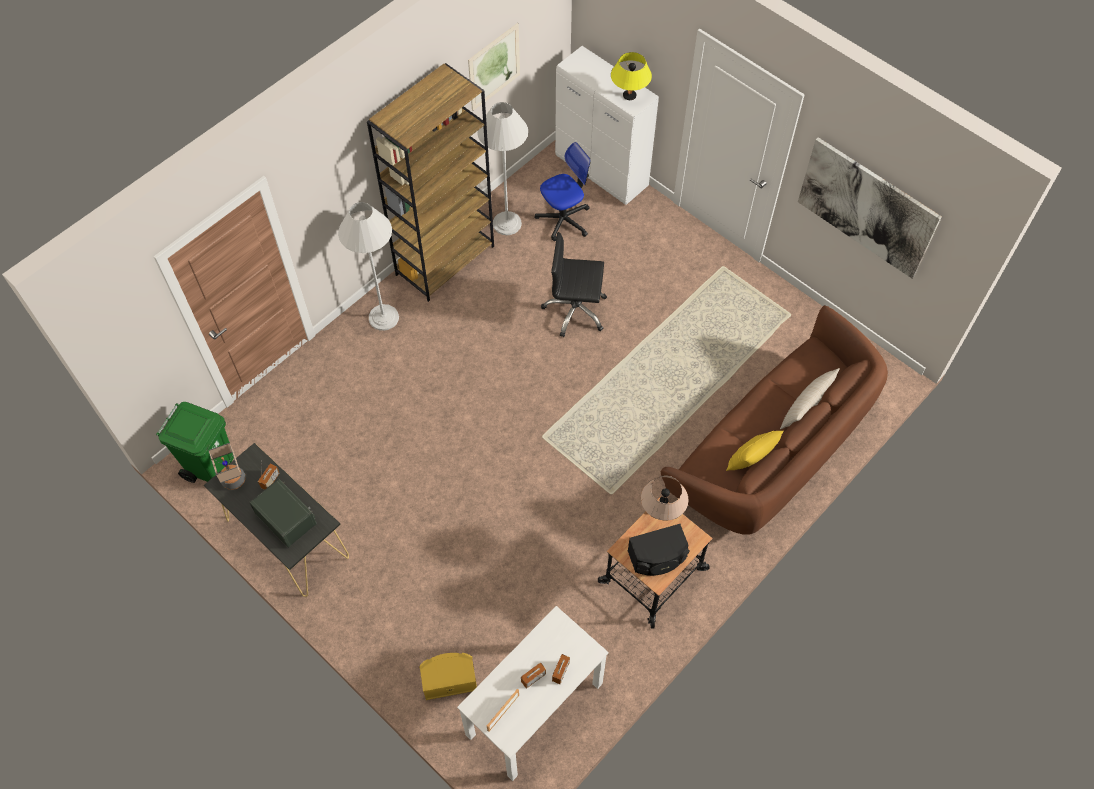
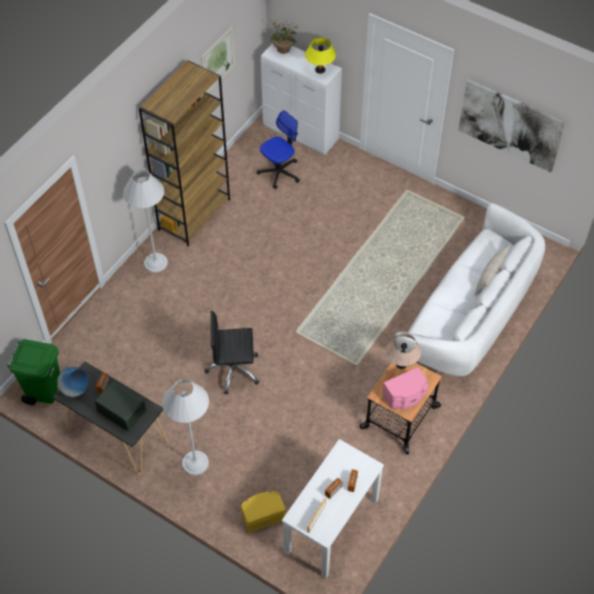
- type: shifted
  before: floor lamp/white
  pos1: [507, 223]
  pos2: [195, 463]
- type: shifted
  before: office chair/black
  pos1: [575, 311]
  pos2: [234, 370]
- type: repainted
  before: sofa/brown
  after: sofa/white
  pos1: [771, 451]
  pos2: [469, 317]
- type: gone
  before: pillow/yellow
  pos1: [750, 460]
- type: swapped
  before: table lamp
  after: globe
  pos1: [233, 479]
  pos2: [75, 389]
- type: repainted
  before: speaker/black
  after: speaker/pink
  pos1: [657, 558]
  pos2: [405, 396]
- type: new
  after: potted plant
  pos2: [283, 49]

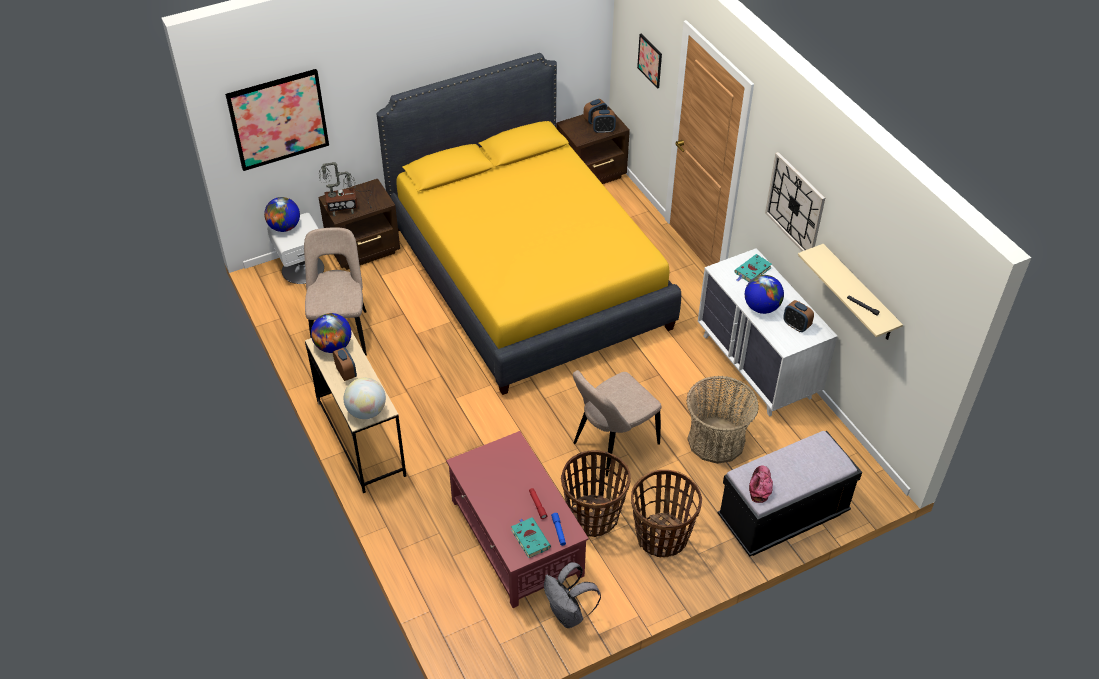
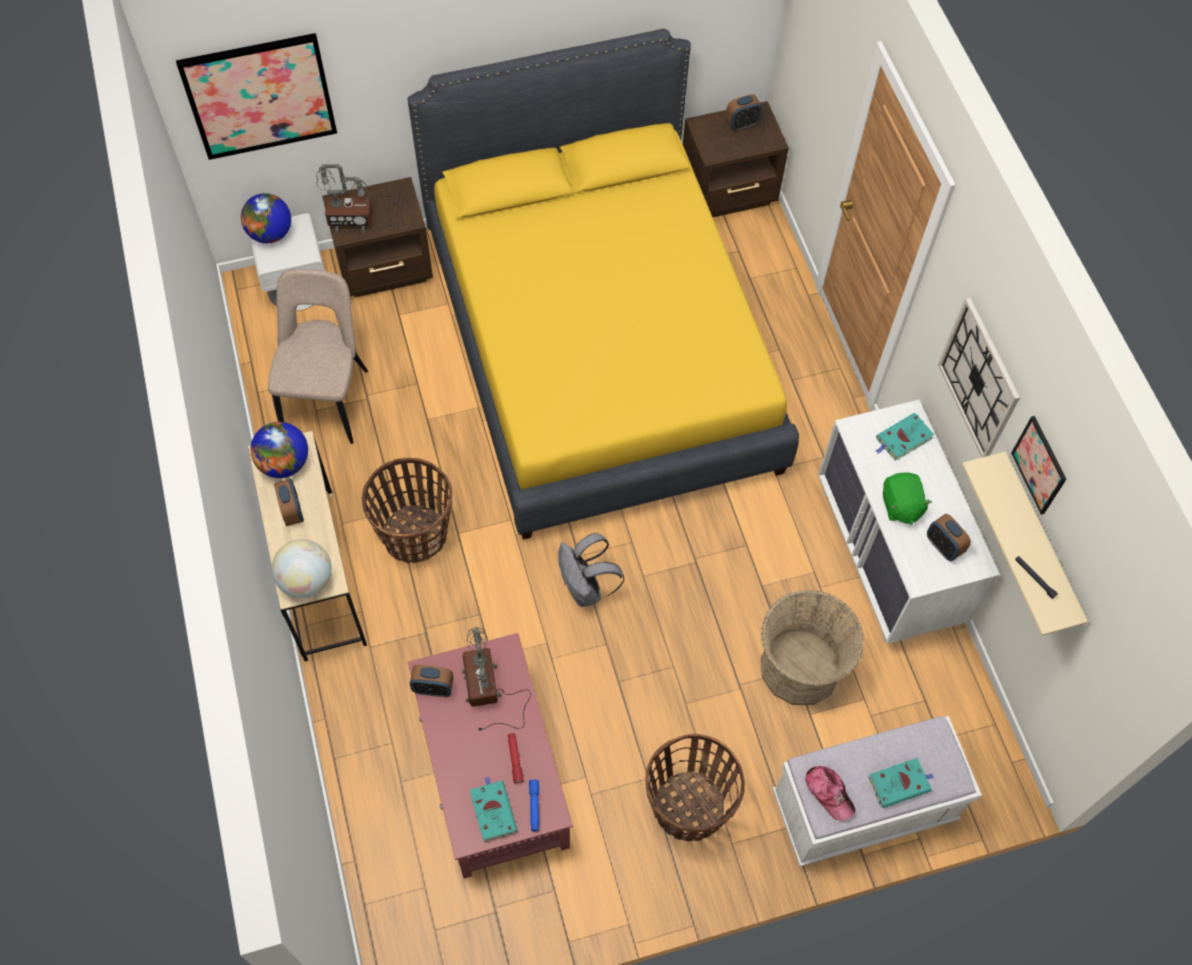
- type: shifted
  before: picture
  pos1: [650, 60]
  pos2: [1039, 465]
- type: shifted
  before: alarm clock
  pos1: [603, 130]
  pos2: [433, 688]
- type: swapped
  before: globe
  after: plush toy/green
  pos1: [761, 307]
  pos2: [900, 506]
- type: gone
  before: chair/beige
  pos1: [612, 445]
- type: repainted
  before: bench/black
  after: bench/white
  pos1: [783, 516]
  pos2: [863, 807]
- type: shifted
  before: basket
  pos1: [593, 516]
  pos2: [415, 534]
- type: rotated
  before: cap
  pos1: [760, 486]
  pos2: [829, 793]
  turn: 120
- type: shifted
  before: backpack/grey
  pos1: [569, 614]
  pos2: [586, 589]
- type: new
  after: table lamp
  pos2: [488, 690]
- type: new
  after: book/turquoise
  pos2: [900, 783]

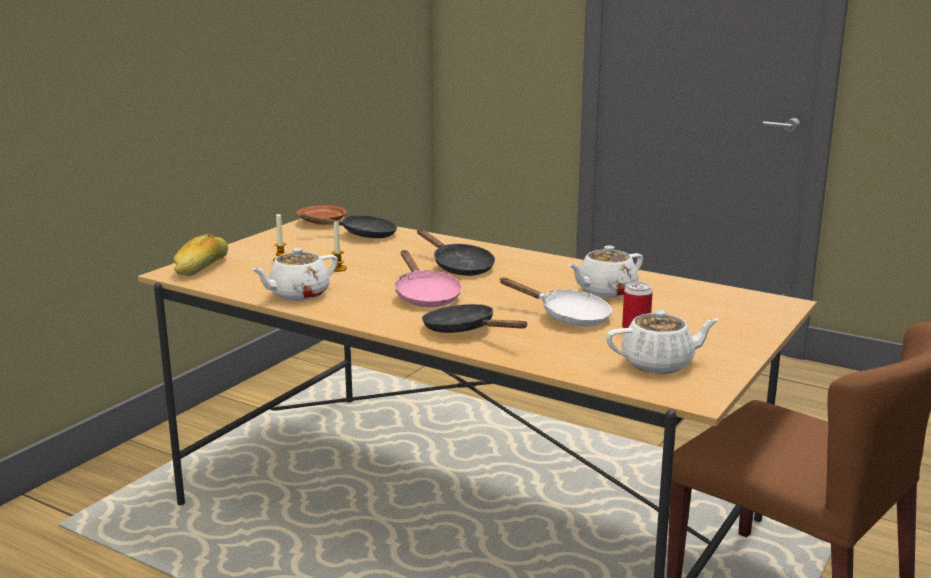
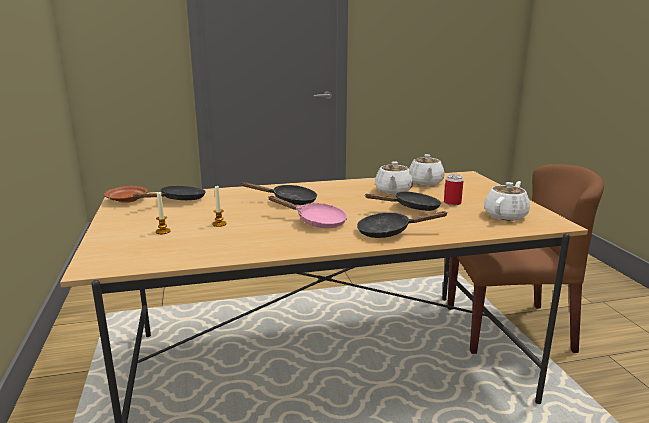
- type: gone
  before: bread
  pos1: [202, 267]
- type: shifted
  before: teapot/white
  pos1: [298, 294]
  pos2: [425, 182]
- type: repainted
  before: frying pan/white
  after: frying pan/black
  pos1: [567, 316]
  pos2: [412, 208]

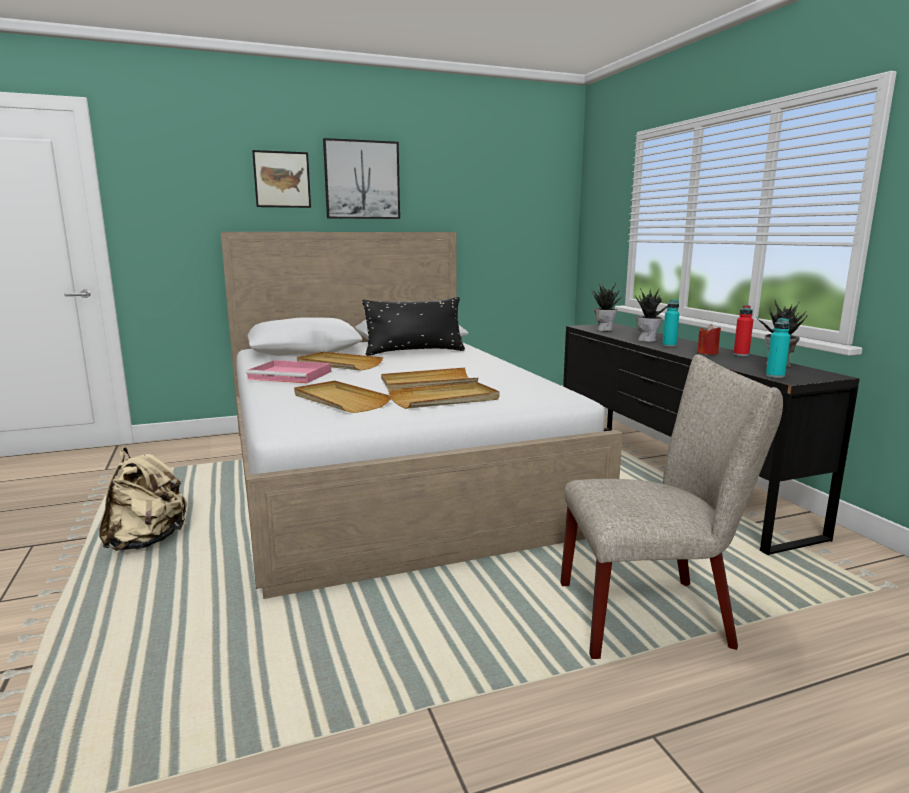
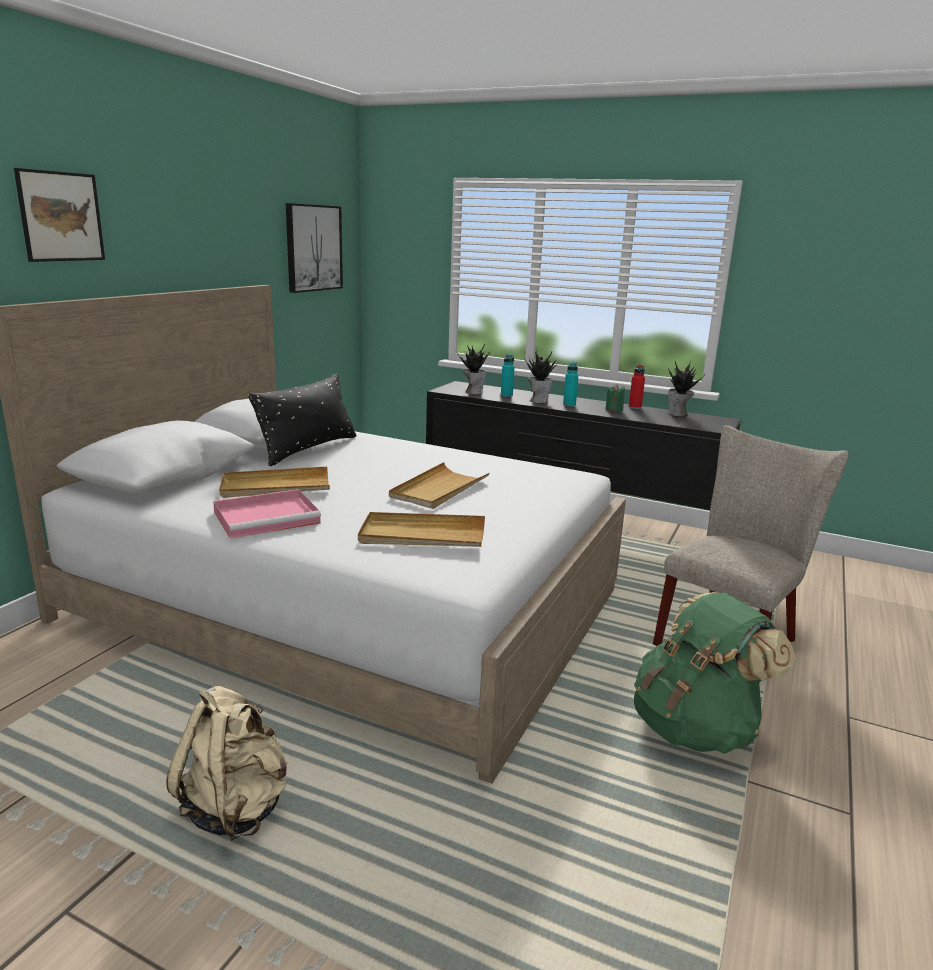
- type: shifted
  before: picture
  pos1: [362, 180]
  pos2: [313, 248]
- type: shifted
  before: bottle/turquoise
  pos1: [775, 376]
  pos2: [506, 395]
- type: repainted
  before: candle/red
  after: candle/green
  pos1: [707, 353]
  pos2: [614, 410]
- type: gone
  before: tray/beige
  pos1: [445, 399]
- type: new
  after: backpack/green
  pos2: [695, 728]

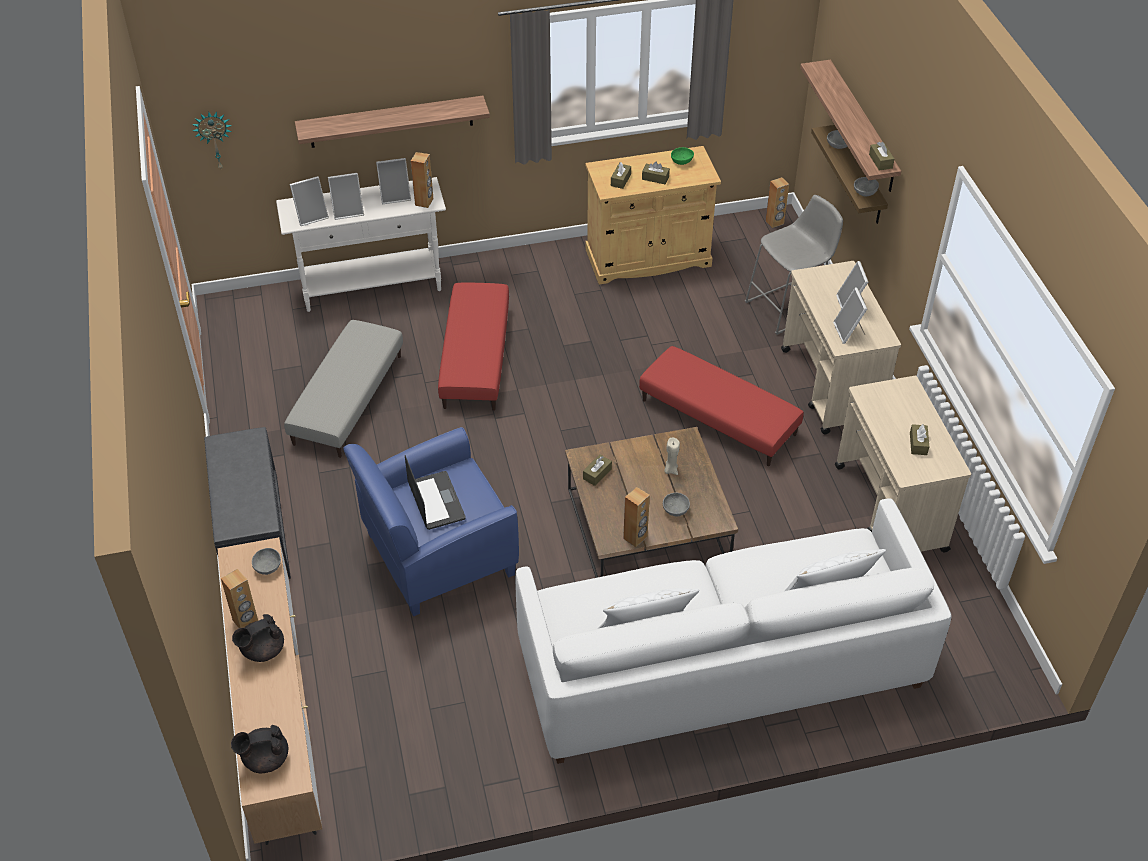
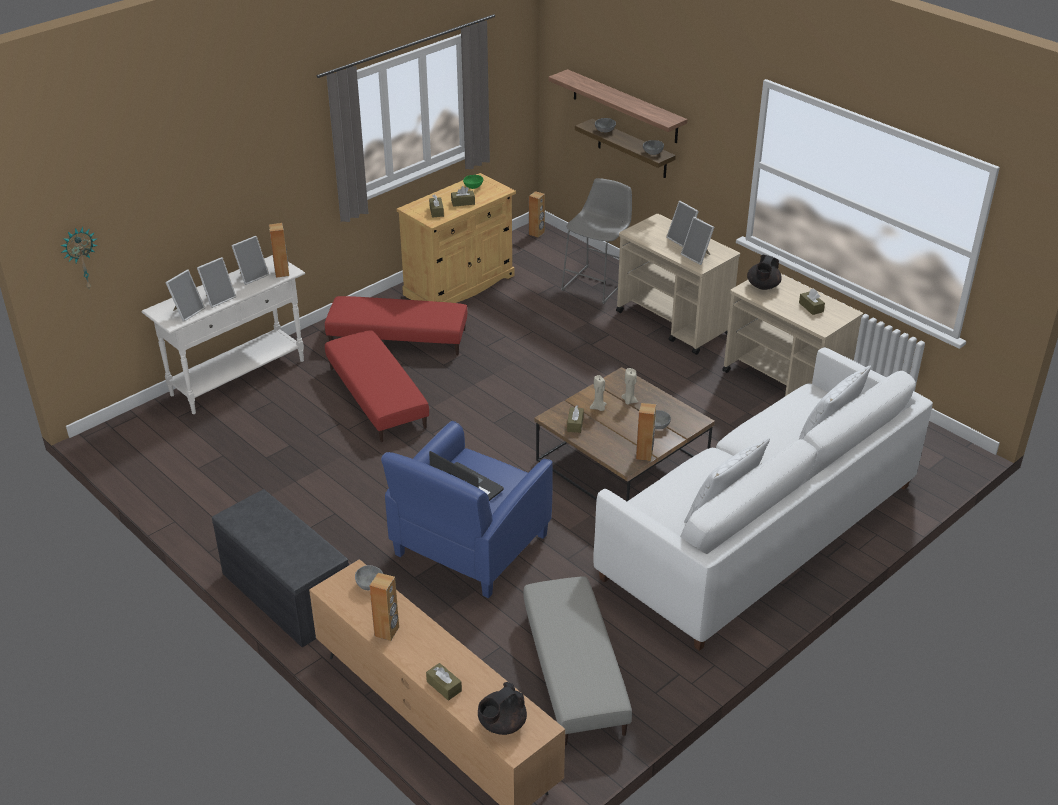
- type: gone
  before: shelf
  pos1: [391, 122]
- type: shifted
  before: tissue box/brown
  pos1: [880, 161]
  pos2: [444, 686]
- type: shifted
  before: ottoman/grey
  pos1: [347, 399]
  pos2: [573, 671]
- type: shifted
  before: ottoman/red
  pos1: [718, 417]
  pos2: [398, 338]
- type: shifted
  before: teapot/black
  pos1: [262, 650]
  pos2: [763, 286]
- type: new
  after: candle/beige
  pos2: [598, 408]

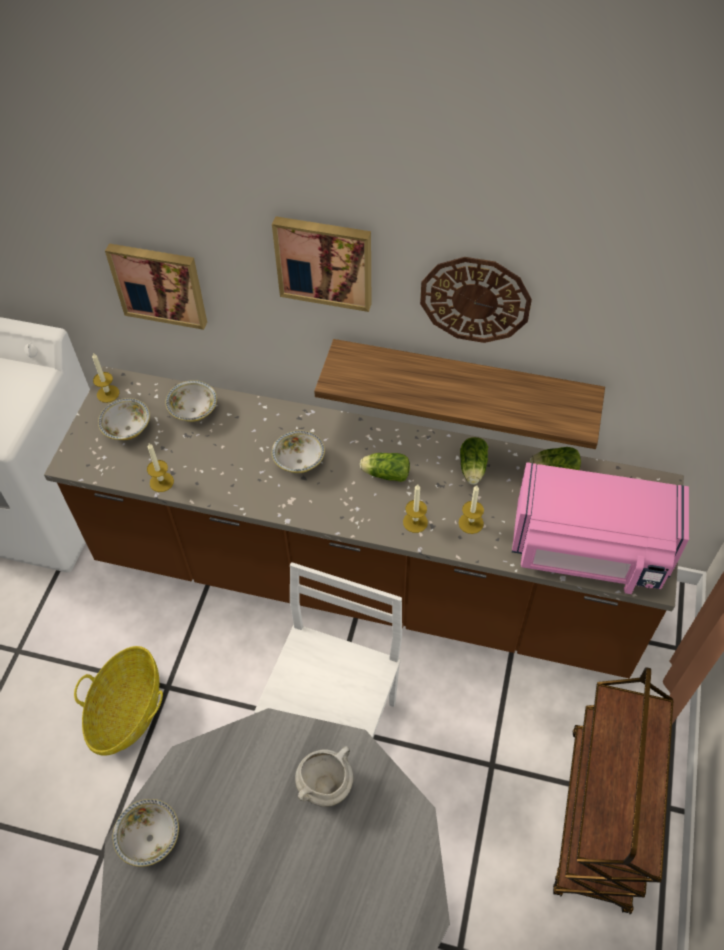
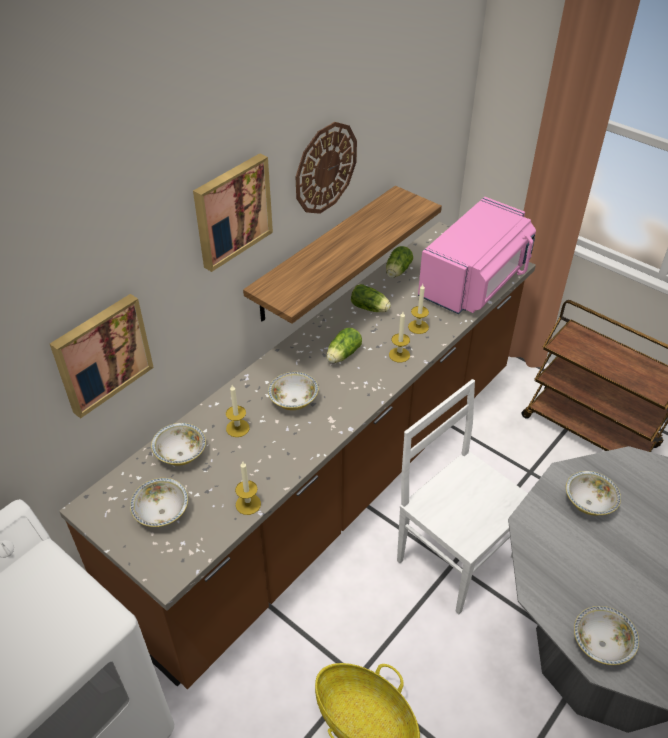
- type: shifted
  before: candle
  pos1: [108, 394]
  pos2: [237, 428]
- type: swapped
  before: cooking pot/white
  after: bowl
  pos1: [325, 783]
  pos2: [589, 503]

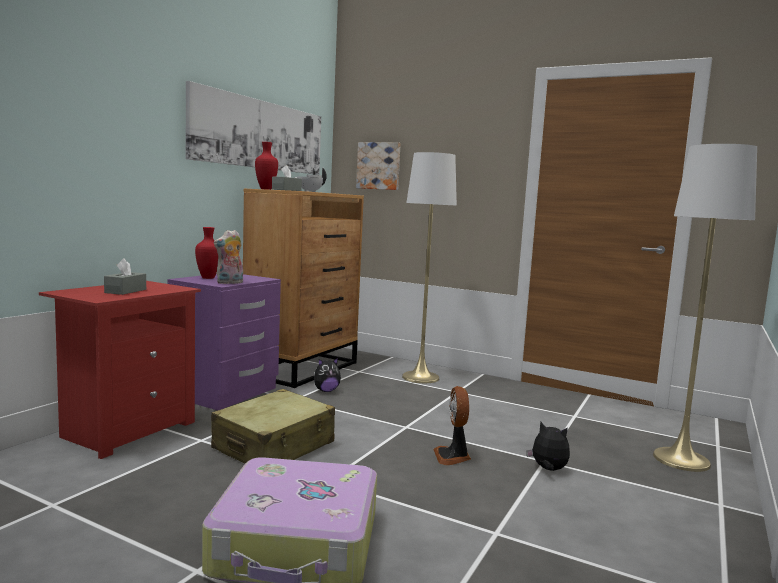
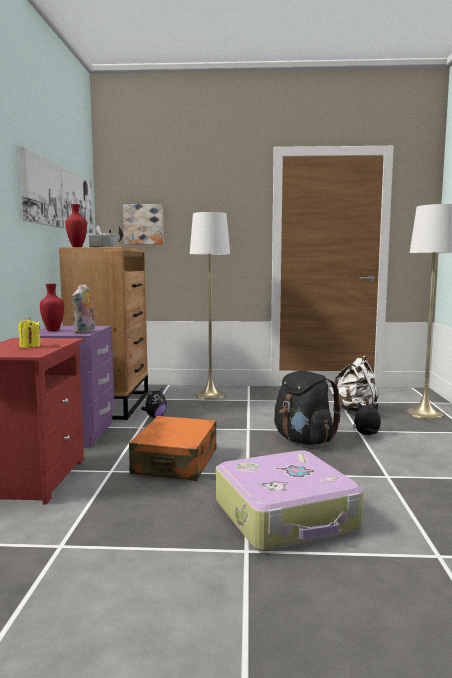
- type: swapped
  before: tissue box/grey
  after: candle/yellow
  pos1: [125, 291]
  pos2: [30, 346]
- type: swapped
  before: fan
  after: backpack/black
  pos1: [453, 457]
  pos2: [304, 440]
- type: repainted
  before: suitcase/beige
  after: suitcase/orange
  pos1: [274, 446]
  pos2: [175, 462]
- type: new
  after: backpack/white
  pos2: [355, 411]

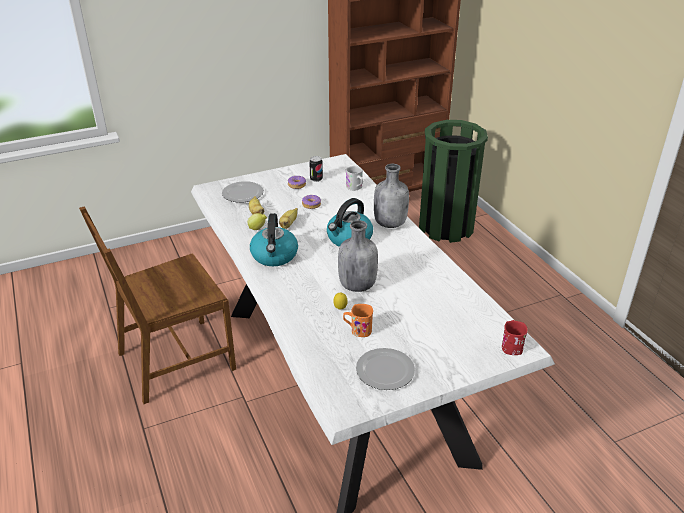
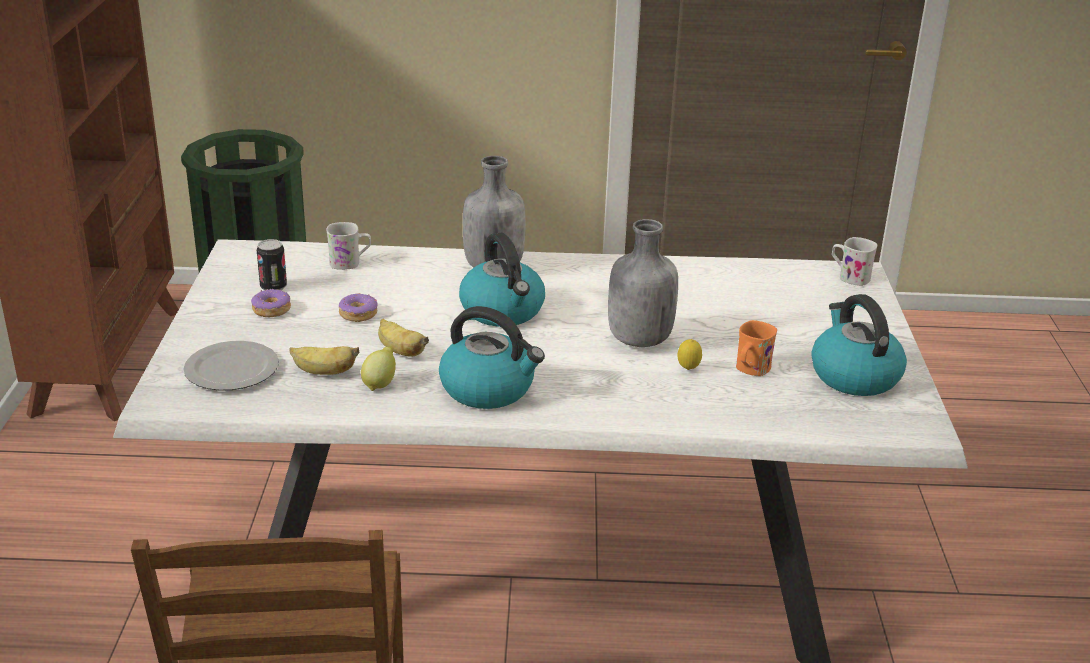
- type: repainted
  before: mug/red
  after: mug/white
  pos1: [511, 345]
  pos2: [849, 277]
- type: swapped
  before: plate
  after: kettle
  pos1: [384, 370]
  pos2: [853, 375]

